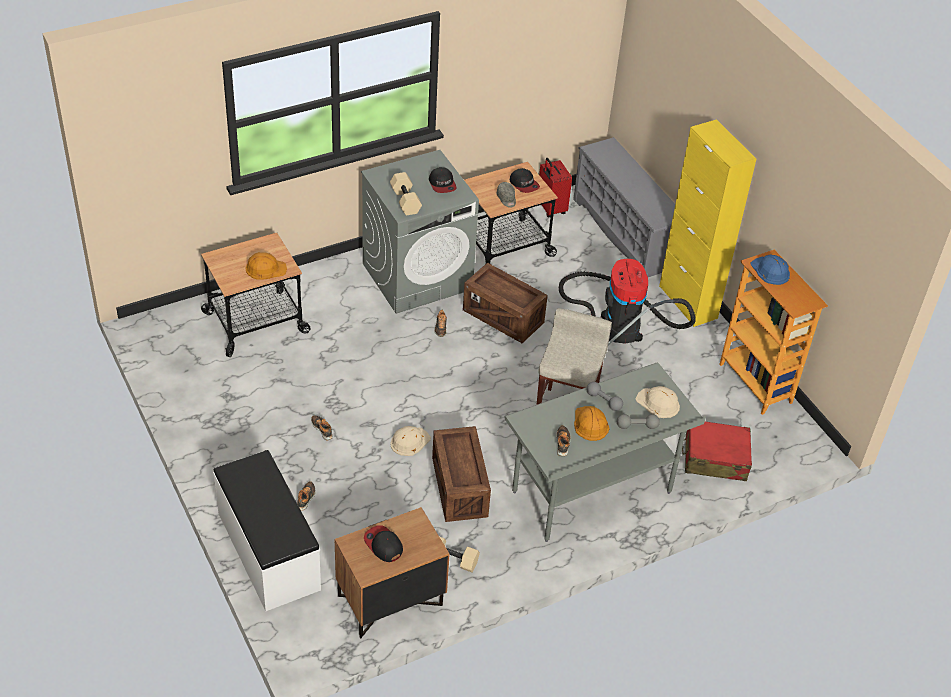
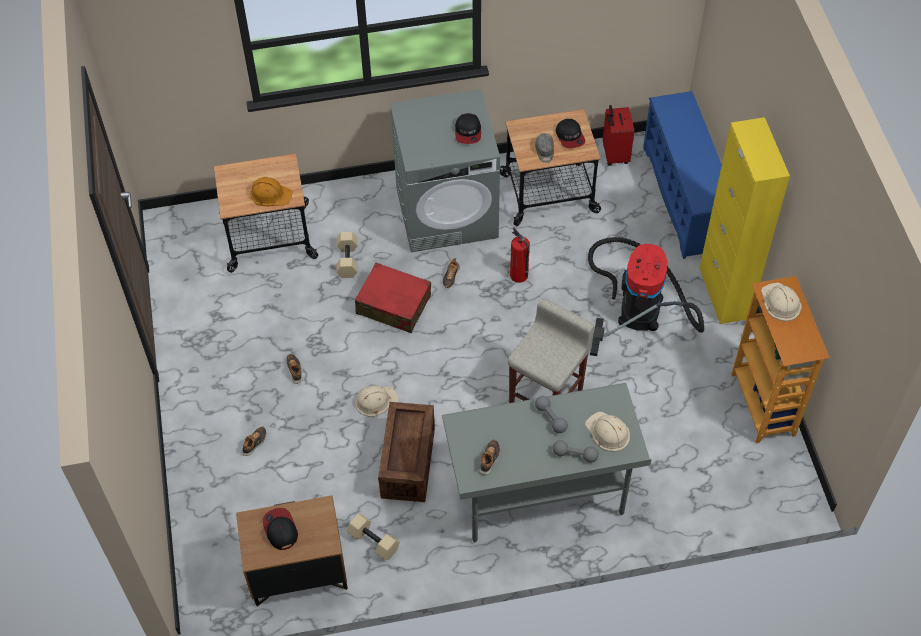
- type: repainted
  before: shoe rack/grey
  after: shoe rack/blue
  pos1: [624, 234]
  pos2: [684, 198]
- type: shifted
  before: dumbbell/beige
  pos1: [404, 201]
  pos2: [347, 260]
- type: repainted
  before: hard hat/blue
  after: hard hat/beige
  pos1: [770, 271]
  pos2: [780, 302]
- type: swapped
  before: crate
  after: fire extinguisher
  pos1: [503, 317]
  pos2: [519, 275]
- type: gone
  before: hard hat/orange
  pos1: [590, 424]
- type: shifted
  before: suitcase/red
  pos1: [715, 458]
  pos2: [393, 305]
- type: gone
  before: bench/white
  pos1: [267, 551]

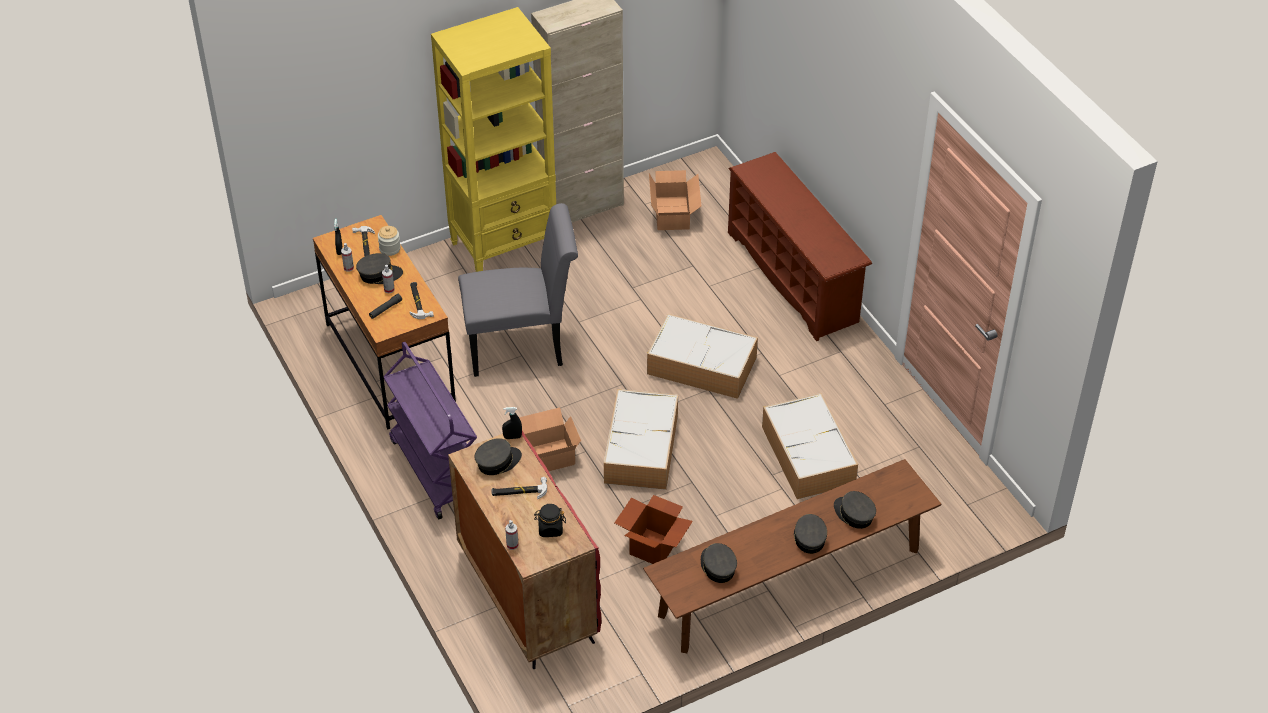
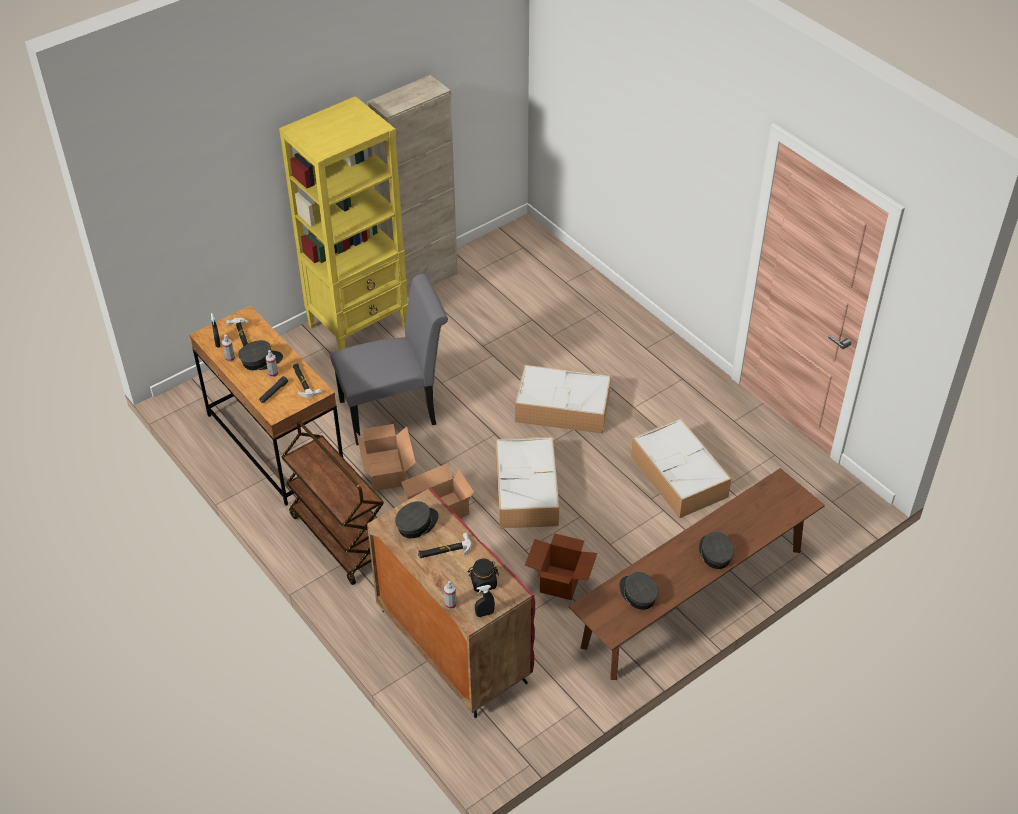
- type: gone
  before: shoe rack/brown
  pos1: [794, 277]
- type: shifted
  before: cardboard box
  pos1: [674, 212]
  pos2: [387, 468]
- type: gone
  before: jar
  pos1: [390, 249]
- type: repainted
  before: cart/purple
  after: cart/brown
  pos1: [435, 470]
  pos2: [339, 538]
- type: shifted
  before: spray bottle/black
  pos1: [512, 437]
  pos2: [484, 613]
- type: gone
  before: cap/grey
  pos1: [854, 514]

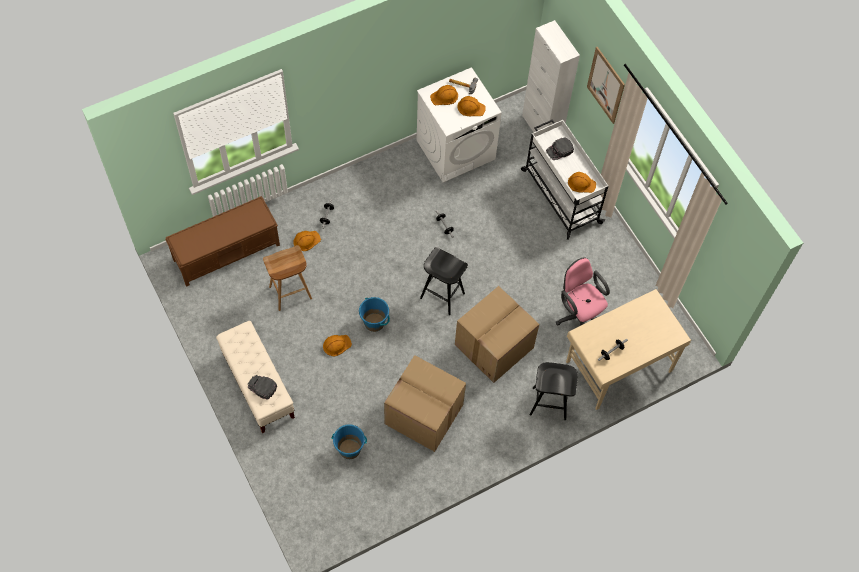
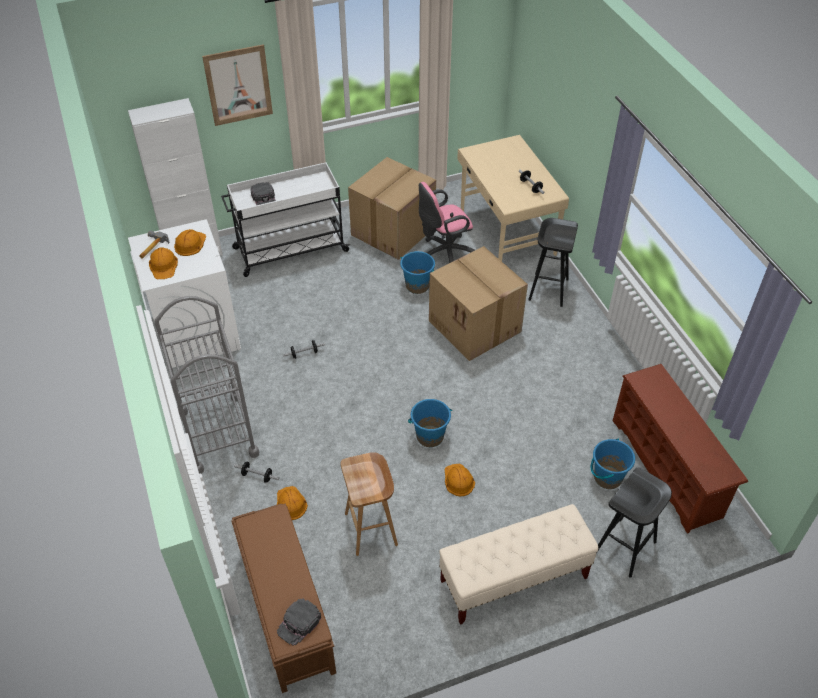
- type: gone
  before: hard hat/orange
  pos1: [581, 183]
- type: shifted
  before: stool/black
  pos1: [441, 295]
  pos2: [625, 548]
- type: shifted
  before: cardboard box
  pos1: [422, 414]
  pos2: [393, 232]
- type: shifted
  before: cap/black
  pos1: [262, 387]
  pos2: [299, 624]
- type: new
  after: bucket/blue
  pos2: [417, 285]
- type: new
  after: cart/grey
  pos2: [217, 433]
- type: new
  after: shoe rack/brown
  pos2: [667, 468]

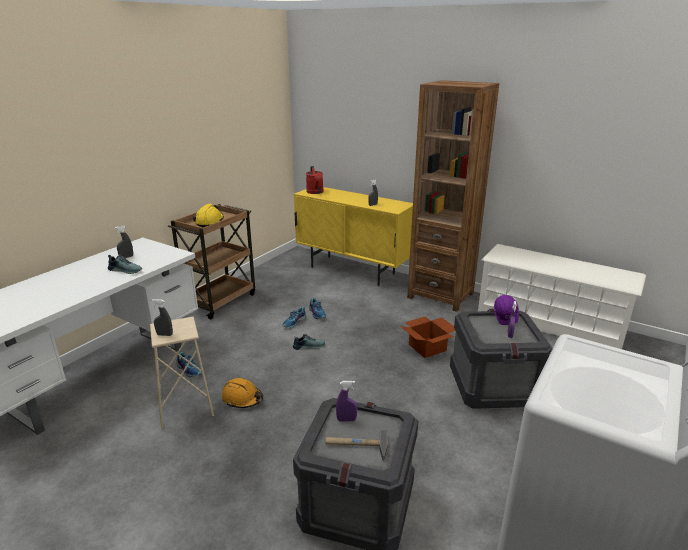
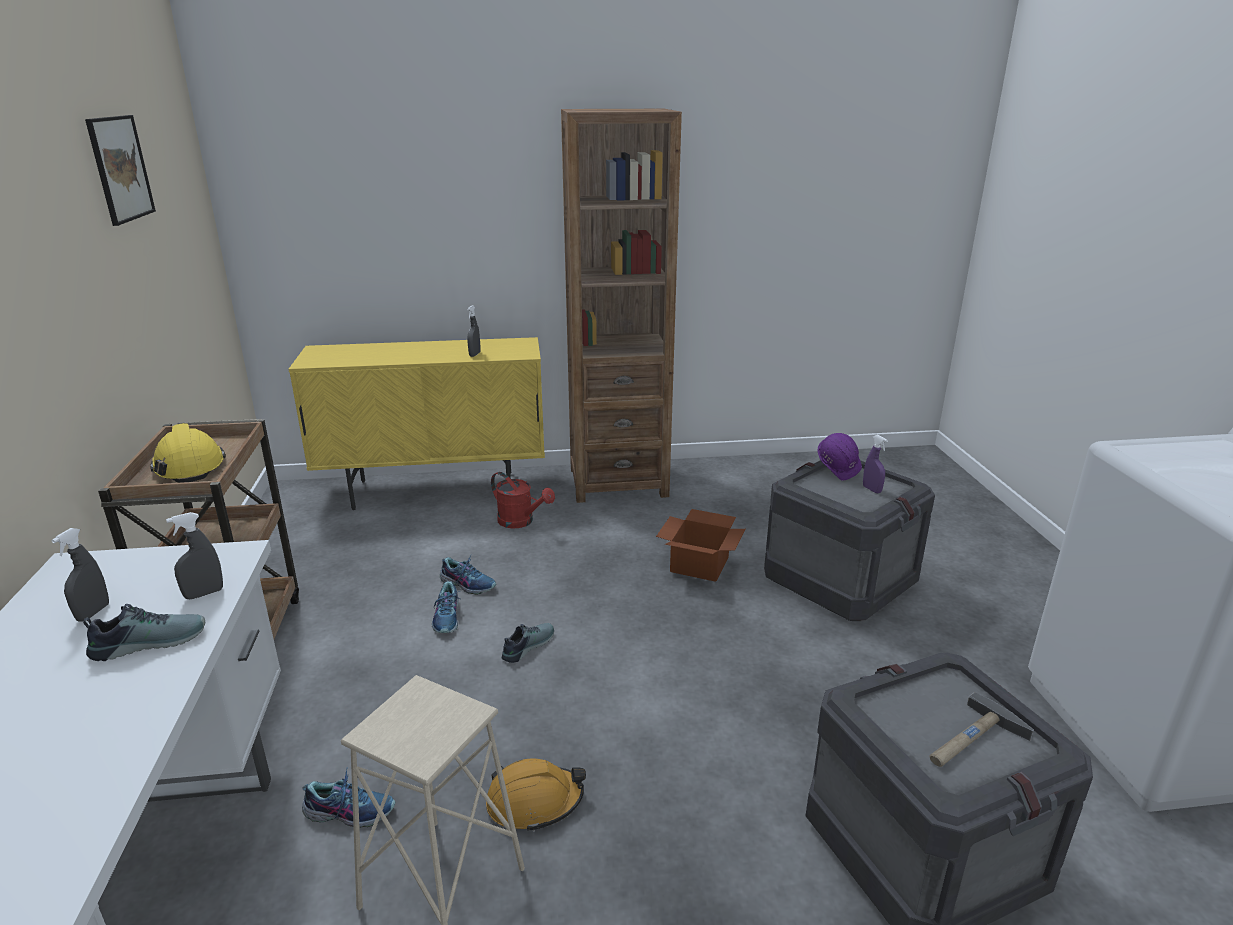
- type: shifted
  before: watering can/red
  pos1: [315, 192]
  pos2: [521, 522]
- type: gone
  before: shoe rack/white
  pos1: [549, 324]
- type: shifted
  before: spray bottle/grey
  pos1: [164, 335]
  pos2: [204, 594]
- type: gone
  before: spray bottle/purple
  pos1: [346, 420]
- type: new
  after: picture
  pos2: [120, 168]

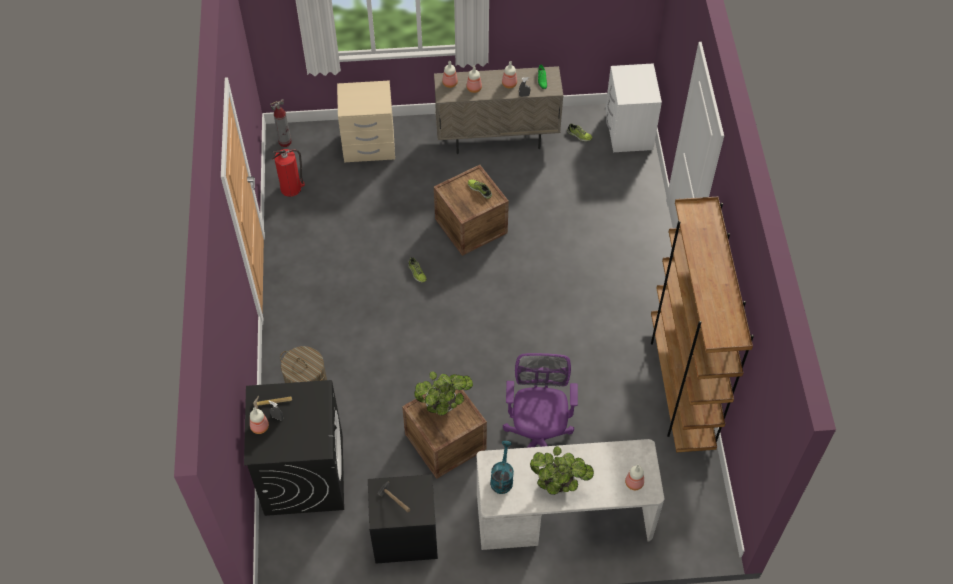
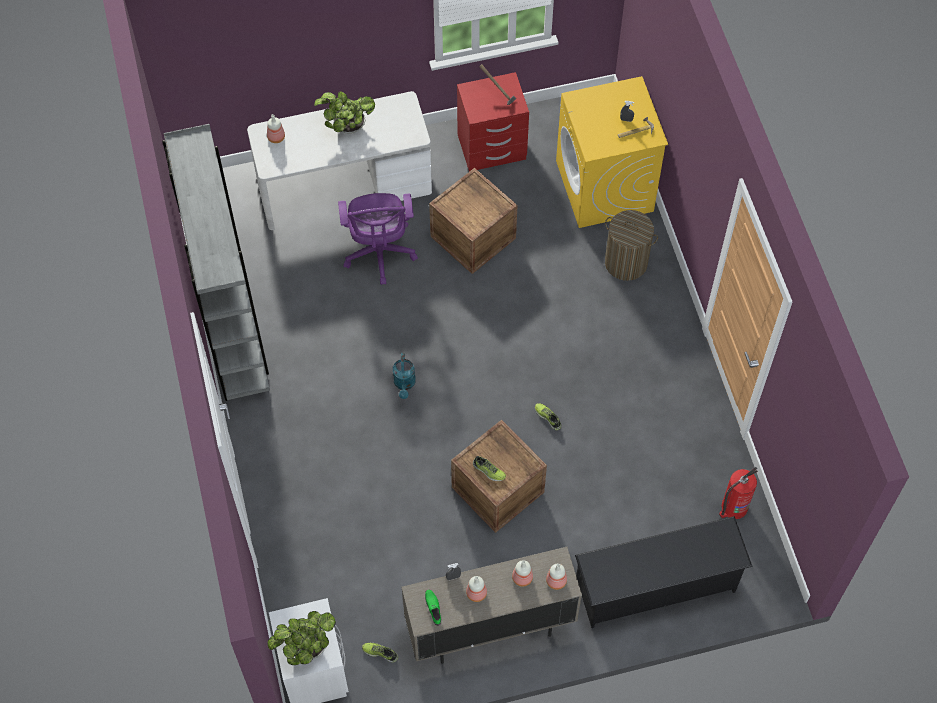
- type: swapped
  before: nightstand/beige
  after: shoe rack/black
  pos1: [369, 146]
  pos2: [656, 587]
- type: gone
  before: fire extinguisher
  pos1: [285, 142]
- type: repainted
  before: bookcase/brown
  after: bookcase/grey
  pos1: [680, 387]
  pos2: [233, 329]
- type: shifted
  before: potted plant
  pos1: [443, 404]
  pos2: [306, 647]
- type: repainted
  before: washing machine/black
  after: washing machine/yellow
  pos1: [303, 474]
  pos2: [605, 187]
- type: gone
  before: bottle
  pos1: [259, 427]
- type: shifted
  before: watering can/turquoise
  pos1: [502, 478]
  pos2: [404, 384]
- type: repainted
  before: nightstand/black
  after: nightstand/red
  pos1: [405, 536]
  pos2: [492, 148]

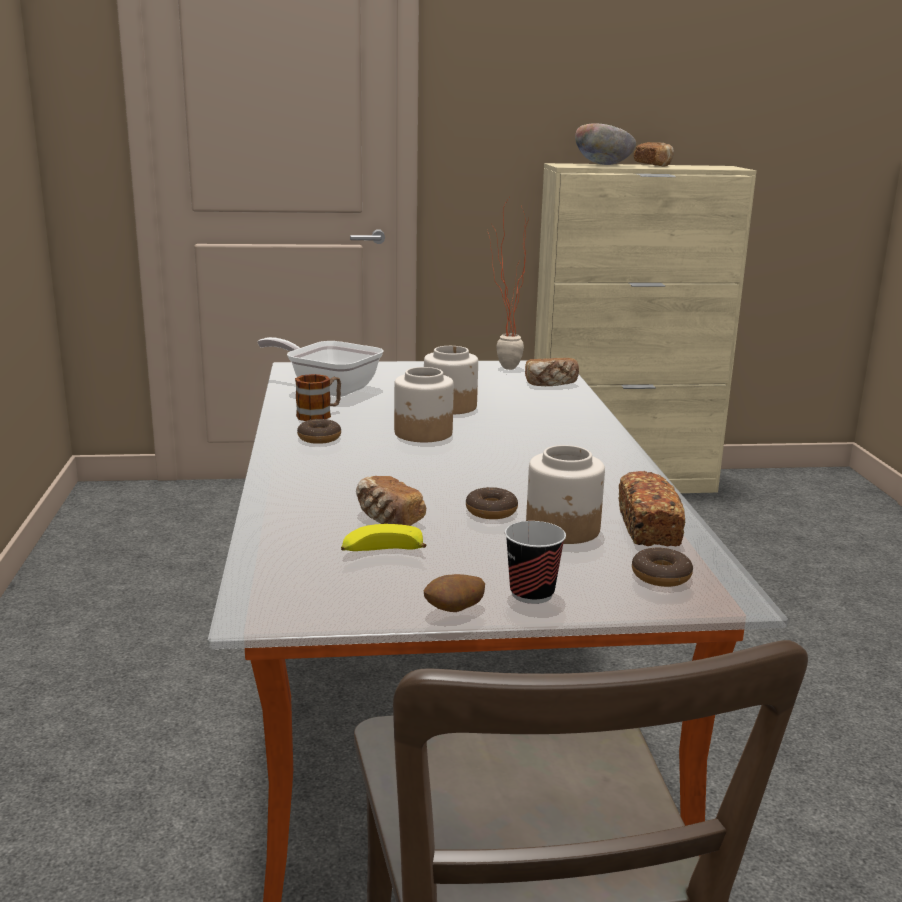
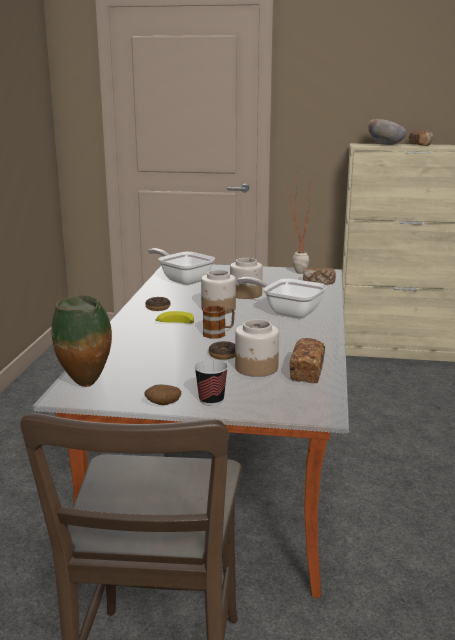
- type: shifted
  before: mug
  pos1: [320, 414]
  pos2: [218, 333]
- type: gone
  before: bread
  pos1: [388, 519]
- type: shifted
  before: banana
  pos1: [381, 552]
  pos2: [174, 324]
- type: gone
  before: donut
  pos1: [661, 576]
- type: new
  after: frying pan
  pos2: [288, 312]
- type: new
  after: vase
  pos2: [86, 385]

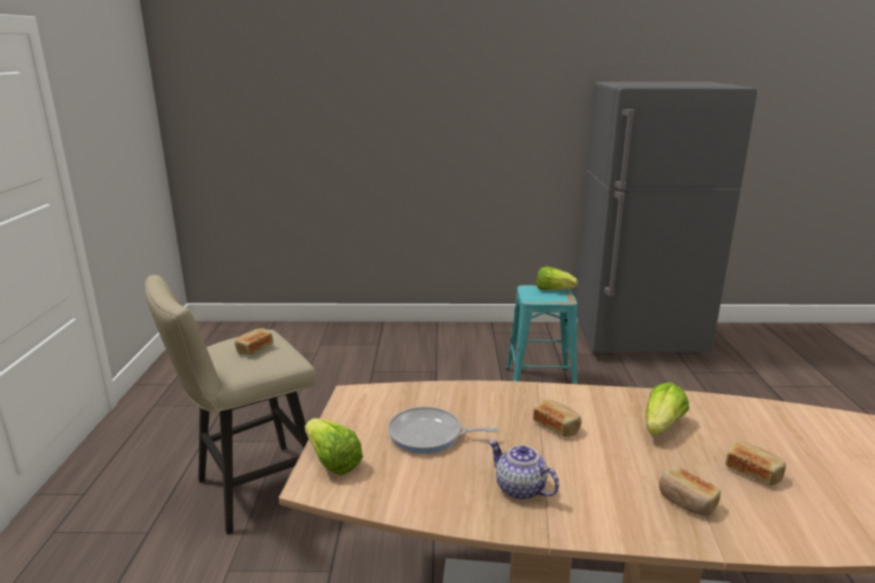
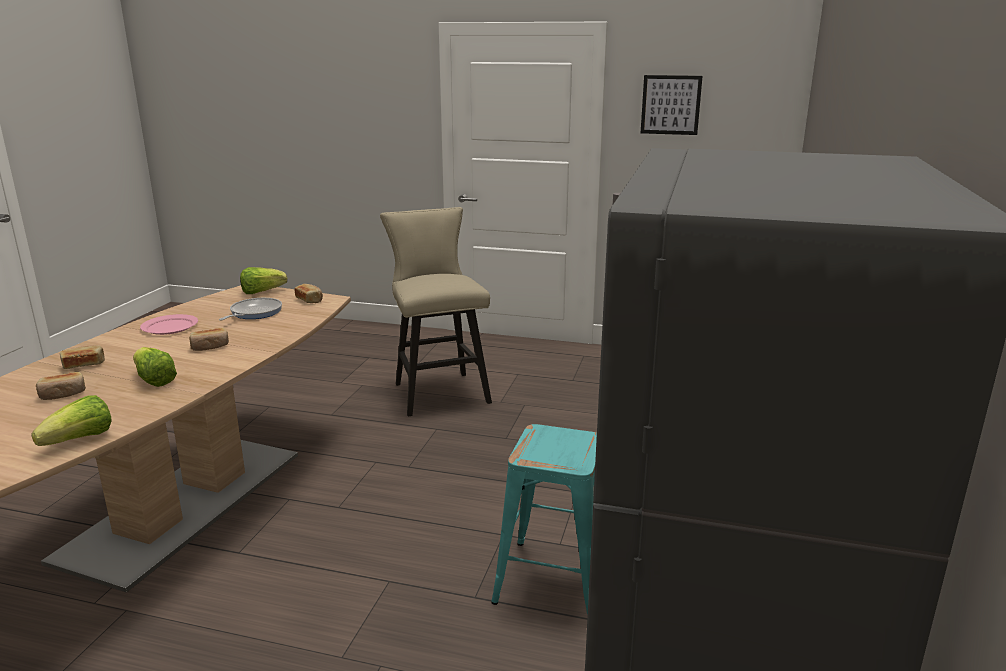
- type: shifted
  before: lettuce
  pos1: [553, 290]
  pos2: [80, 440]
- type: shifted
  before: bread
  pos1: [254, 349]
  pos2: [310, 300]
- type: swapped
  before: teapot
  after: plate/pink
  pos1: [520, 489]
  pos2: [169, 327]
- type: new
  after: picture
  pos2: [670, 105]

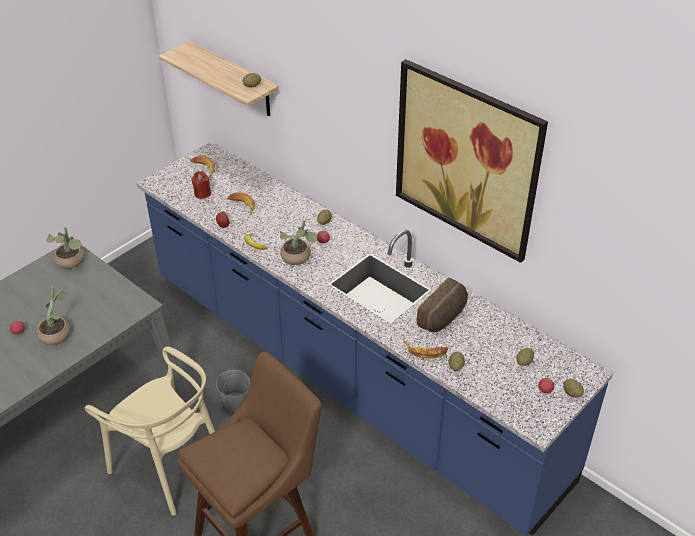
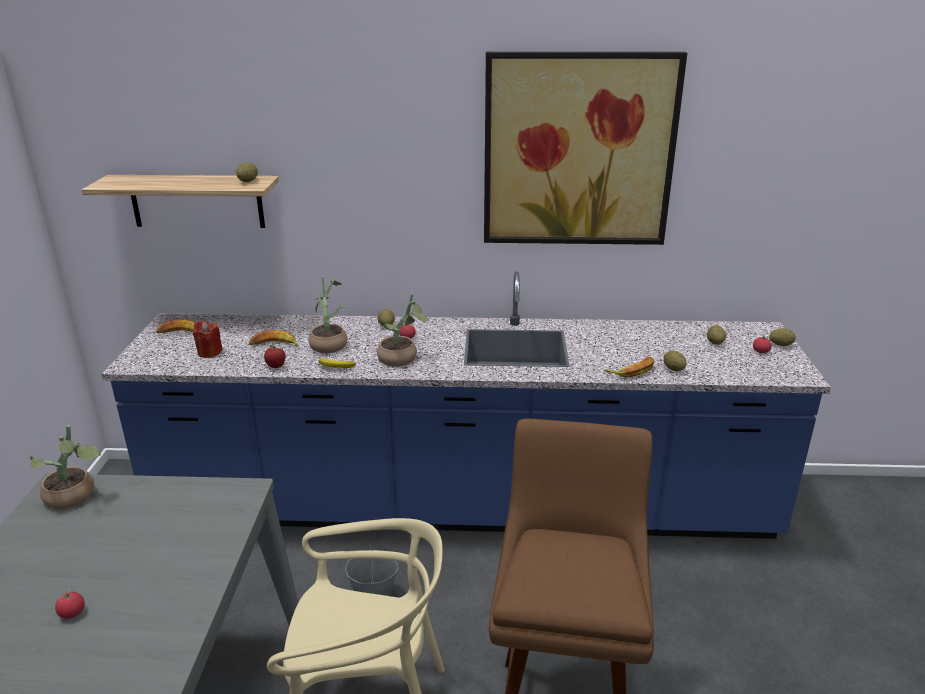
- type: gone
  before: bread
  pos1: [444, 317]
- type: shifted
  before: potted plant
  pos1: [58, 333]
  pos2: [329, 343]

